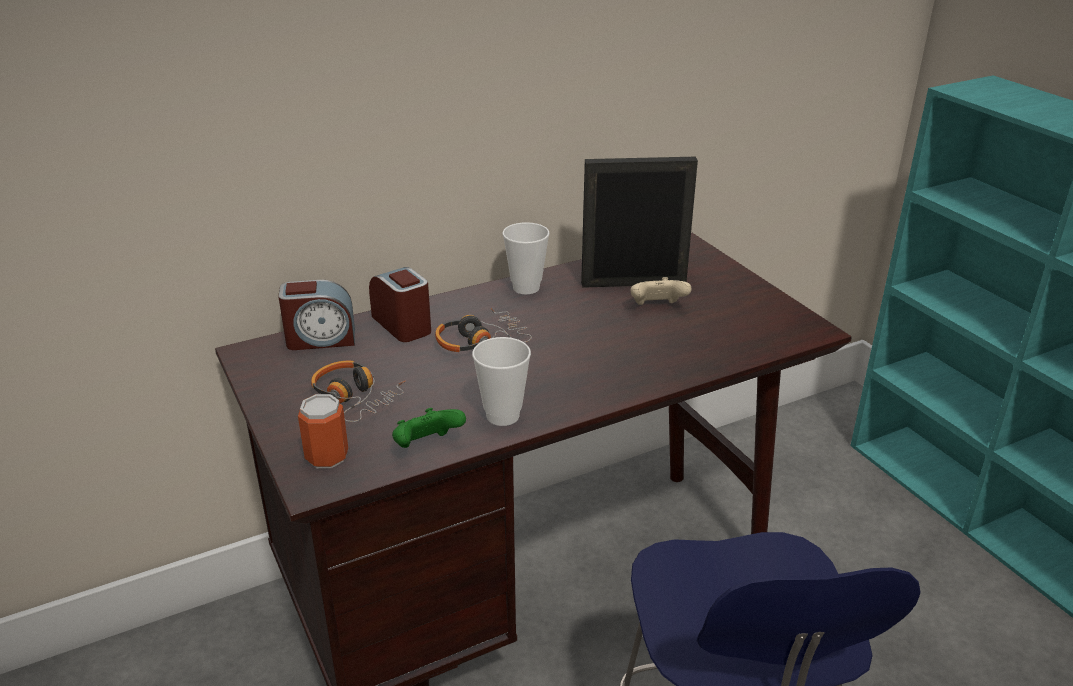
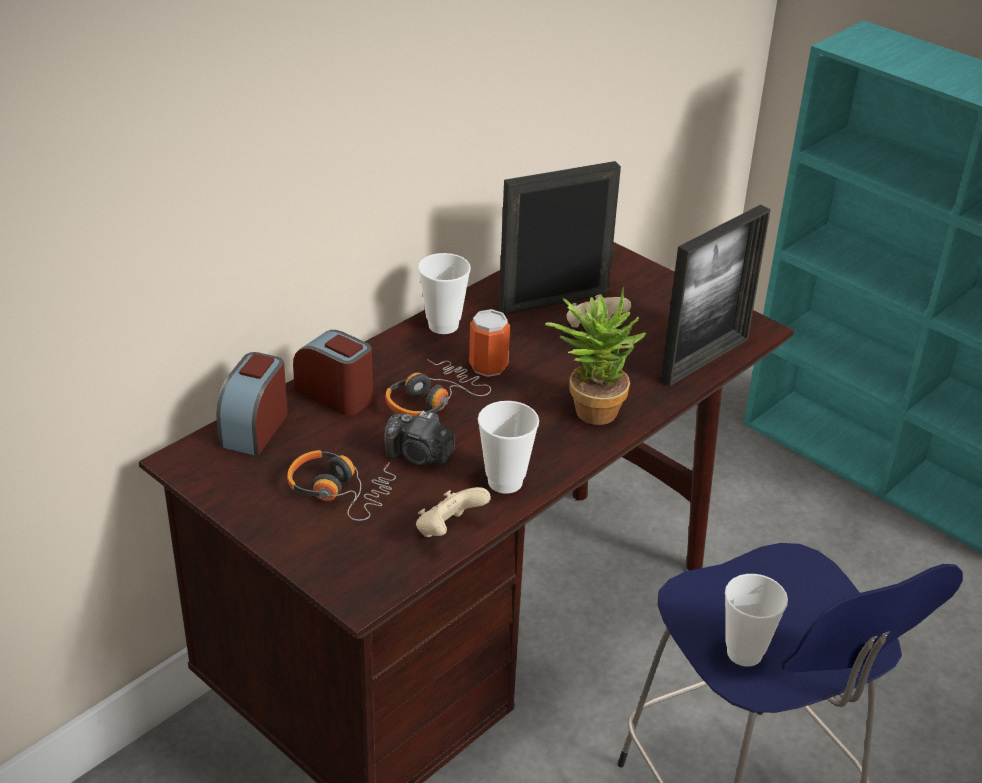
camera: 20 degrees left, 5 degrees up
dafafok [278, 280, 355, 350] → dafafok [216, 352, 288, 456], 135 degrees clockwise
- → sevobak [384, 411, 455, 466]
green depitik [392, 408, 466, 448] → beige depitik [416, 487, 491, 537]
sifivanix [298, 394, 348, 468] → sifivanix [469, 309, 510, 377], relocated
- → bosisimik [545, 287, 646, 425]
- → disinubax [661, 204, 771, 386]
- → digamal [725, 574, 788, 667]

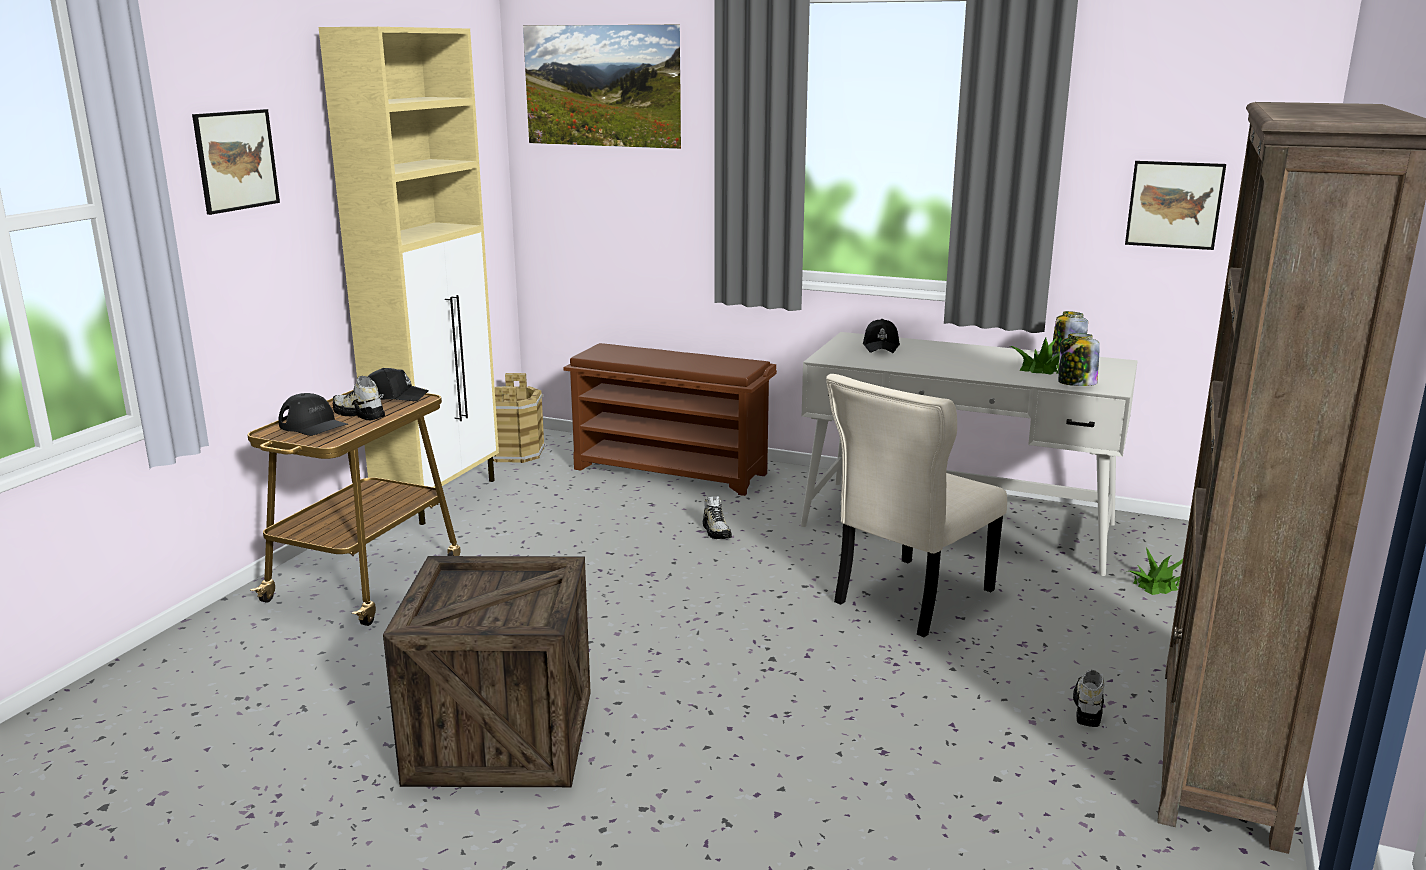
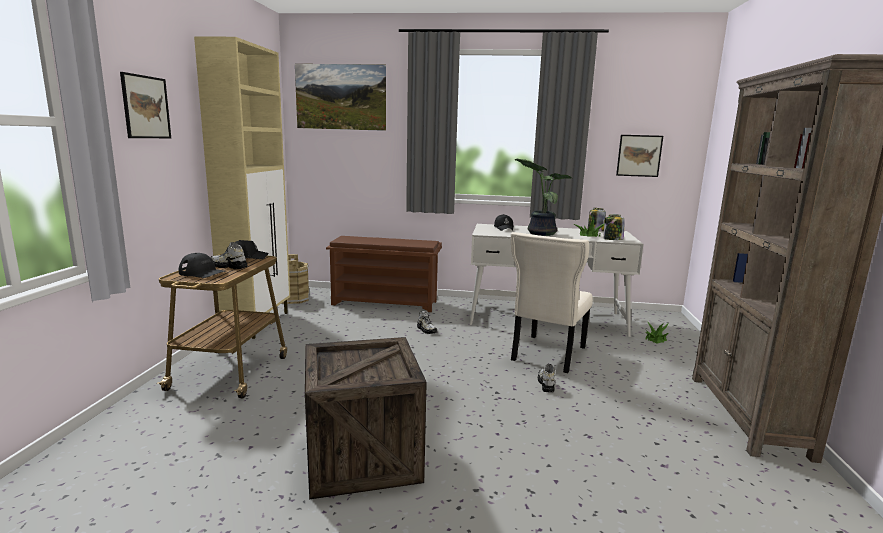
camera: 15 degrees left, 5 degrees down
- → bosisimik [514, 159, 572, 236]
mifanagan [1073, 670, 1104, 727] → mifanagan [538, 364, 555, 393], relocated

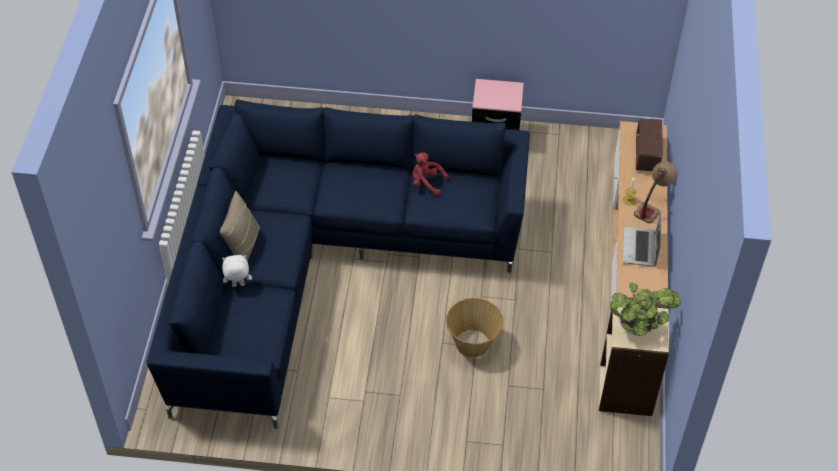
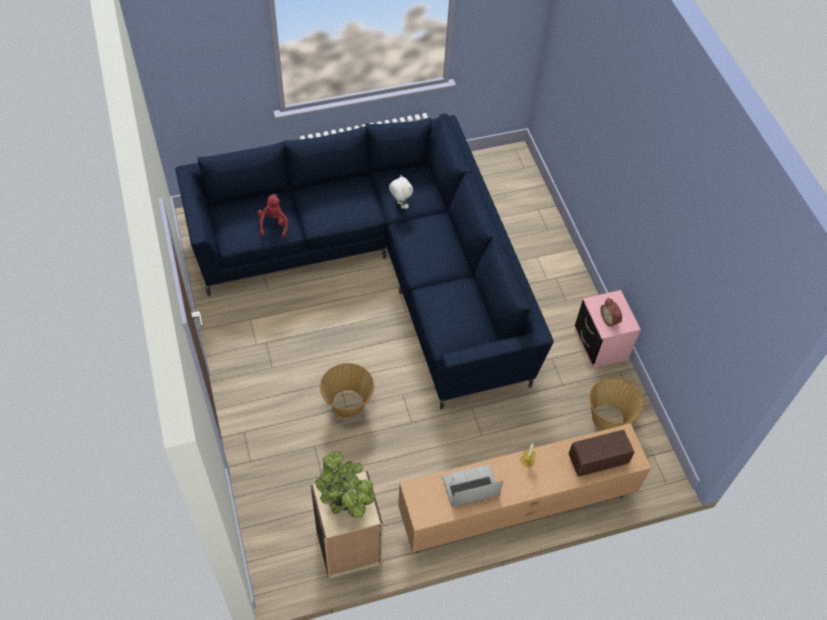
camera: 65 degrees right, 5 degrees up
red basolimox [413, 153, 449, 196] → red basolimox [257, 194, 288, 238], relocated
white basolimox [222, 255, 252, 287] → white basolimox [389, 175, 413, 209], relocated
- → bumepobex [589, 377, 643, 430]
- → dafafok [601, 298, 622, 328]
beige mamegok [220, 191, 260, 261] → -
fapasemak [634, 162, 677, 223] → -

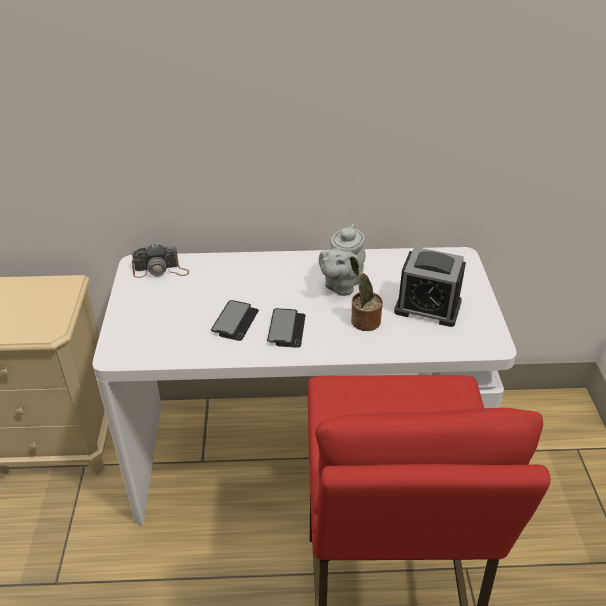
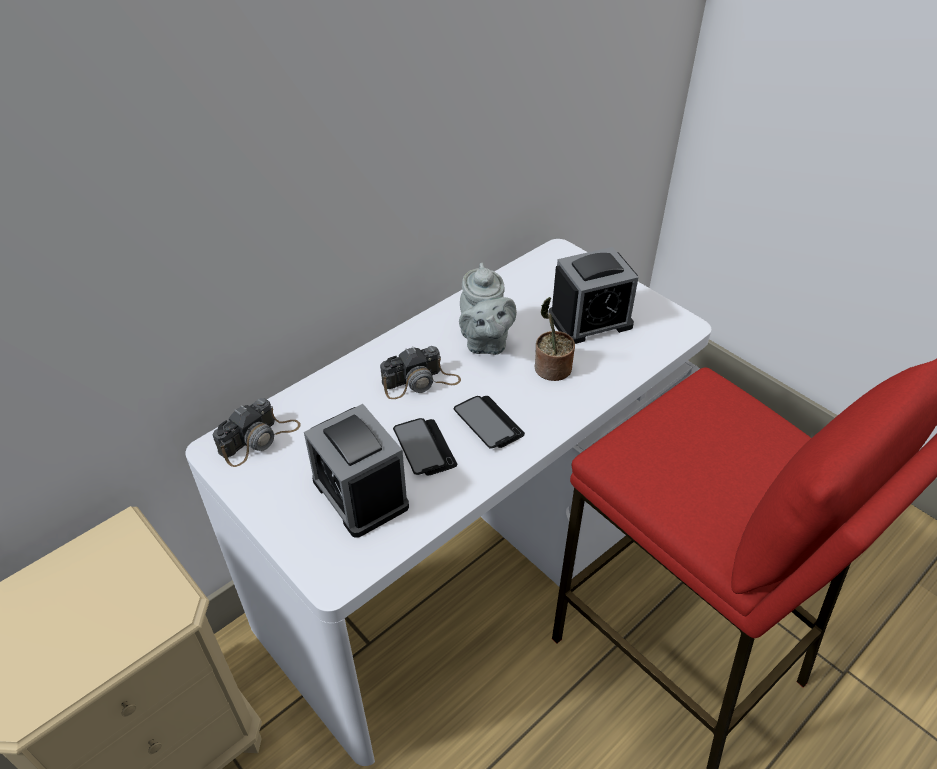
camera: 40 degrees left, 5 degrees up
- → dafafok [304, 404, 409, 538]
- → sevobak [380, 346, 461, 399]

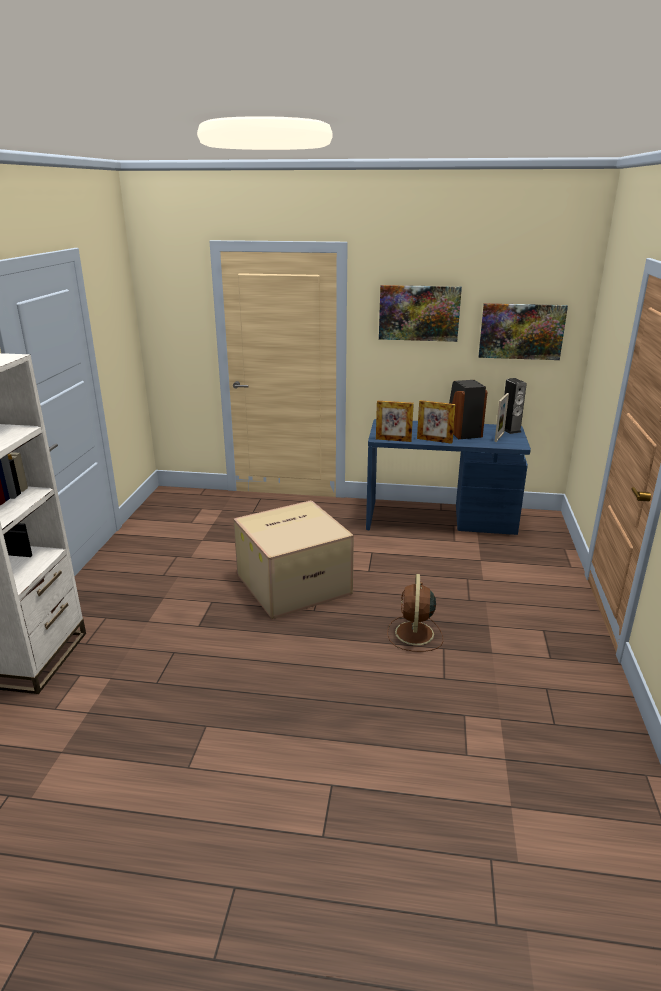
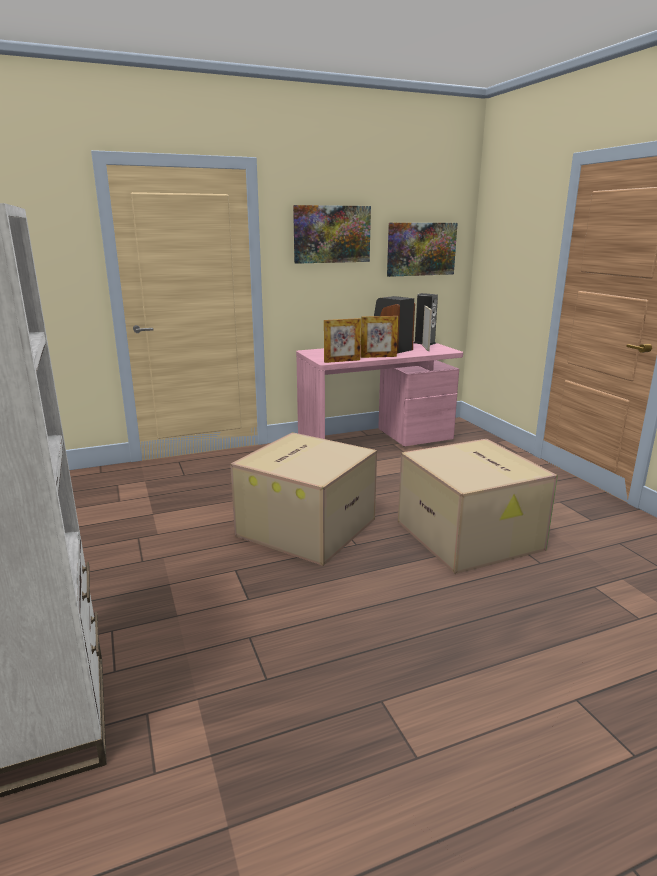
camera: 30 degrees left, 5 degrees down
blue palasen [366, 419, 531, 535] → pink palasen [296, 341, 463, 446]
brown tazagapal [387, 574, 443, 652] → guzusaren [398, 439, 558, 574]

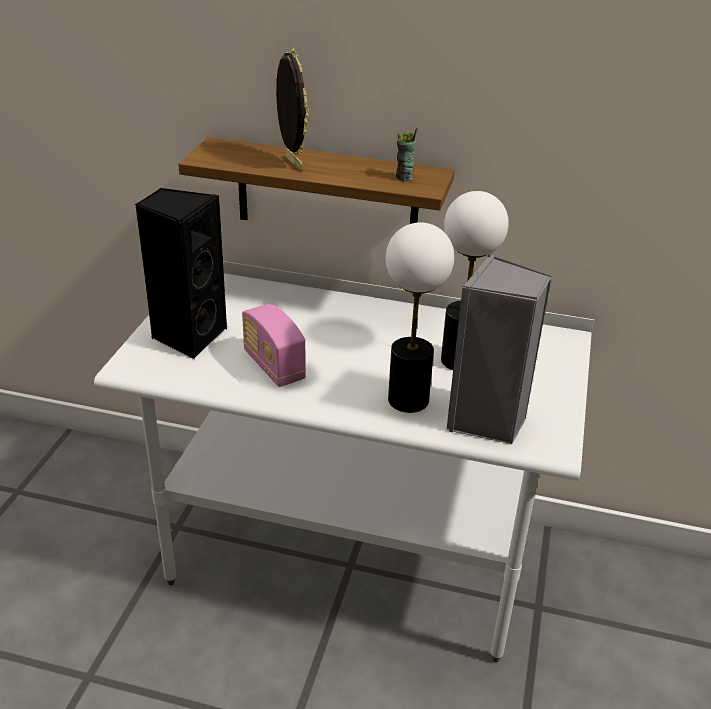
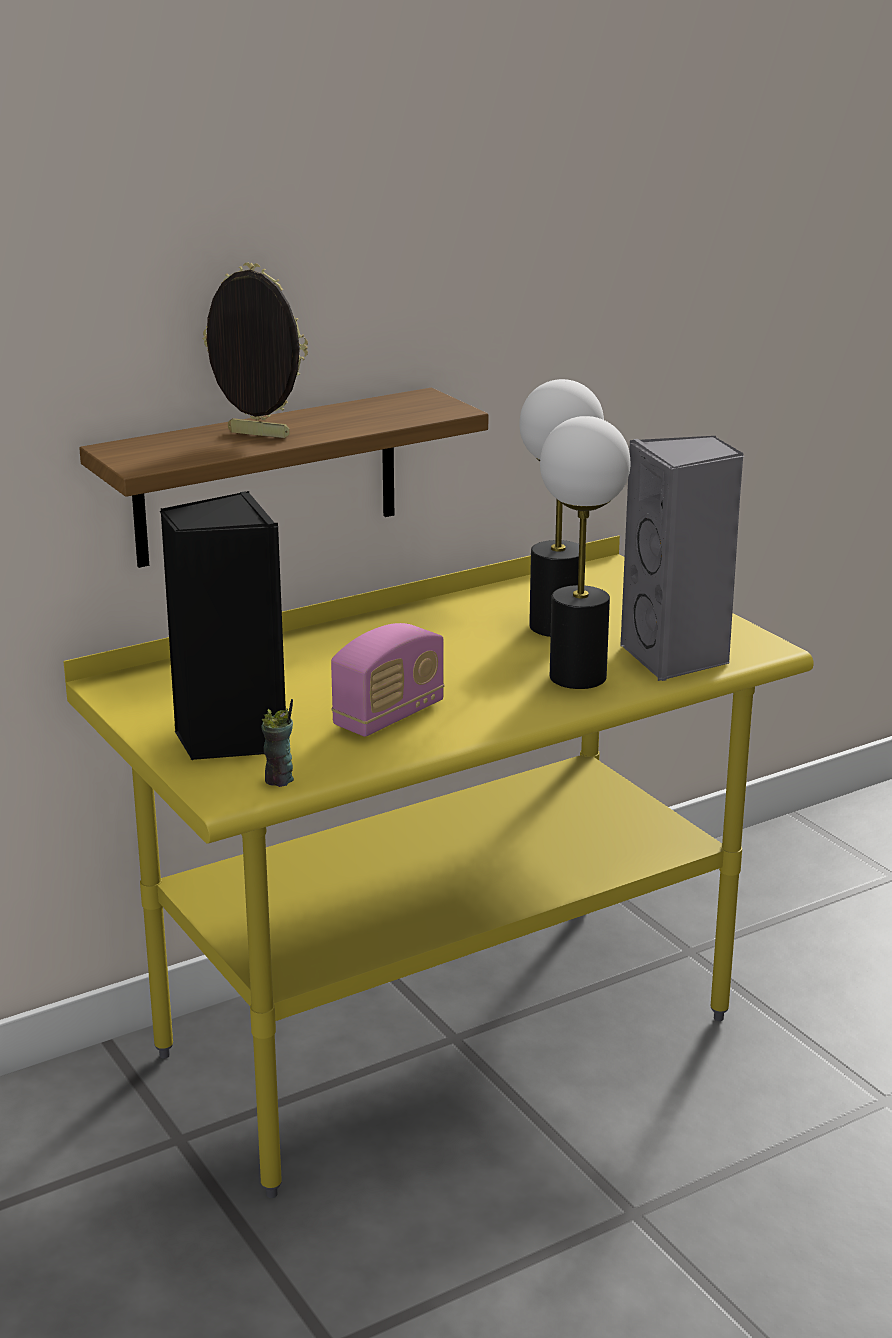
camera: 45 degrees left, 10 degrees down
white palasen [94, 261, 594, 662] → yellow palasen [63, 536, 814, 1198]
digamal [396, 128, 418, 181] → digamal [261, 699, 294, 787], relocated
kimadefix [242, 304, 306, 387] → kimadefix [331, 623, 444, 737], 60 degrees counterclockwise

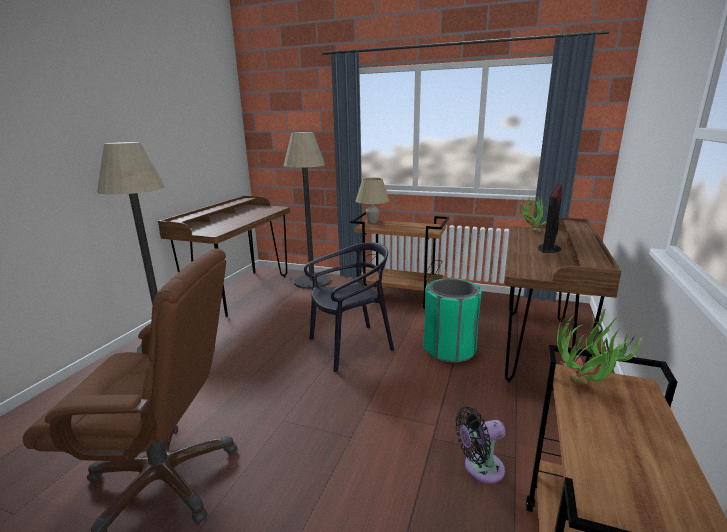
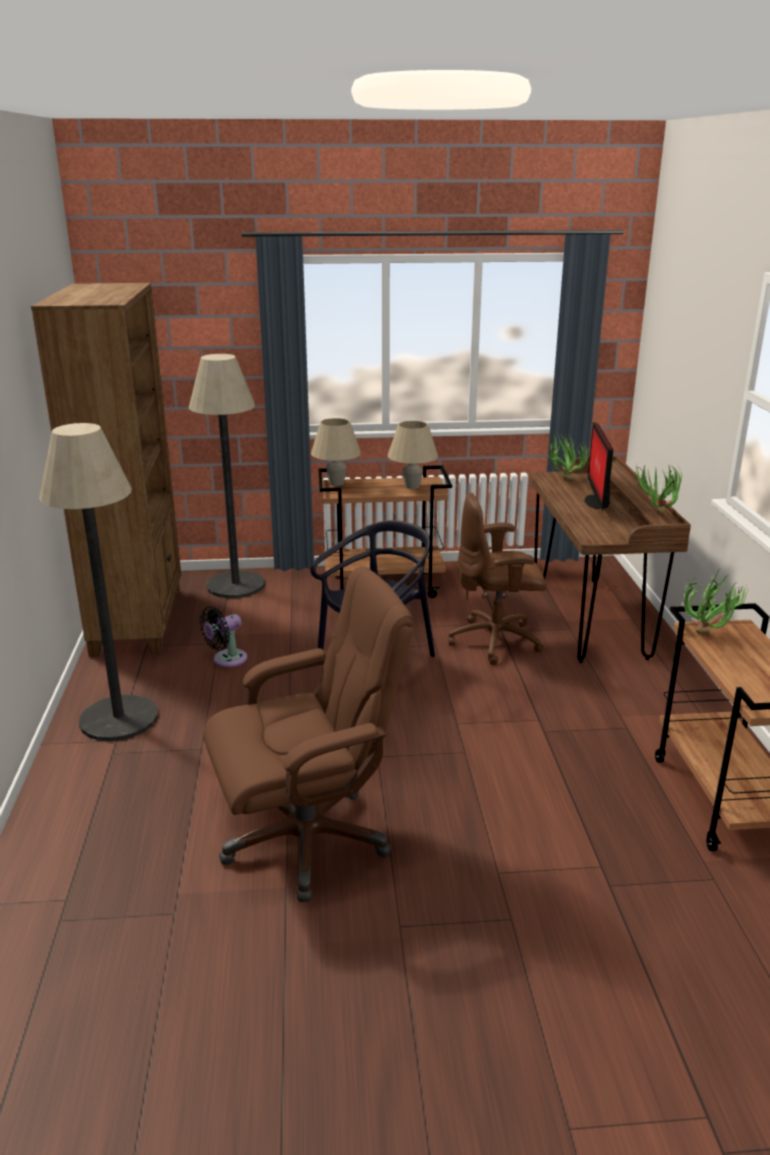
camera: 25 degrees left, 5 degrees up
brown palasen [158, 195, 290, 317] → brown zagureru [31, 283, 181, 657]
black tazagapal [455, 406, 505, 484] → black tazagapal [200, 606, 247, 667], relocated
- → beige fapasemak [388, 421, 438, 489]
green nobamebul [423, 278, 482, 363] → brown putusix [448, 492, 546, 665]
- → bosisimik [635, 464, 682, 514]

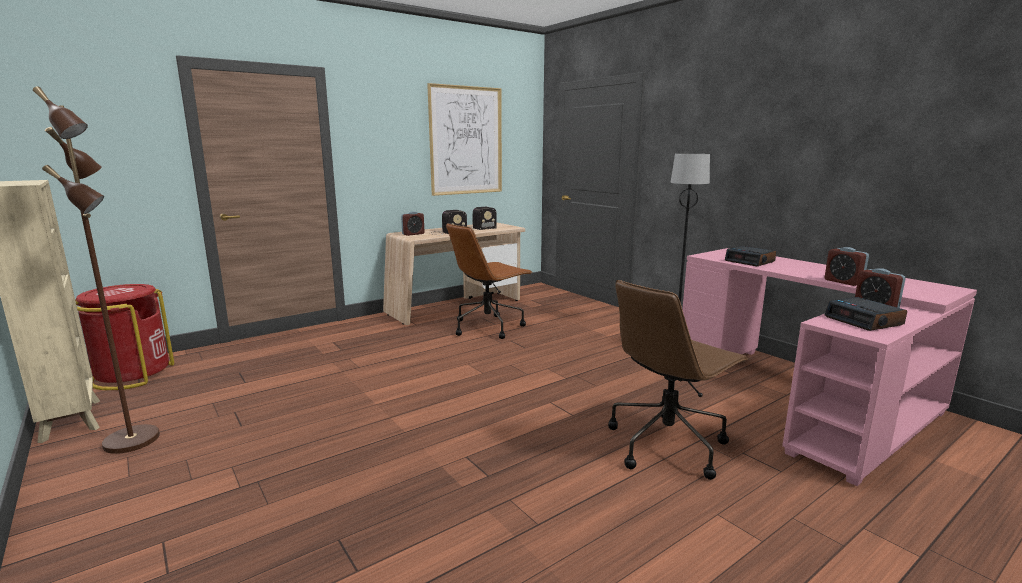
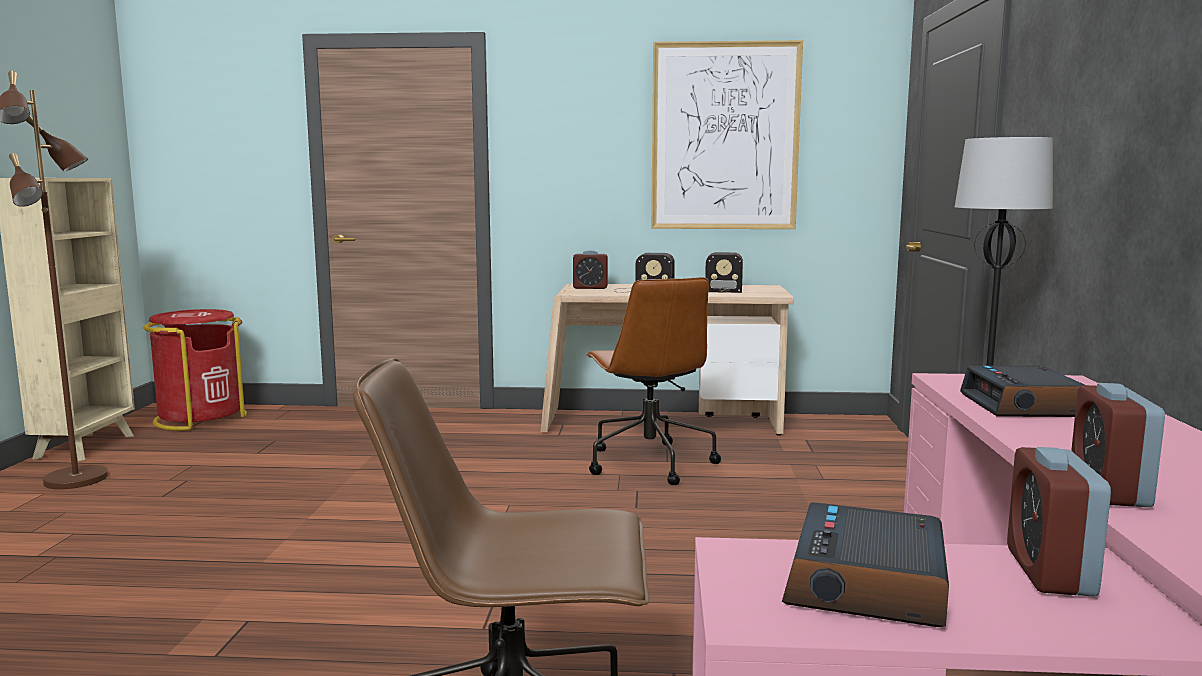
camera: 40 degrees right, 5 degrees down
brown putusix [446, 223, 533, 339] → brown putusix [586, 277, 721, 485], 105 degrees counterclockwise

